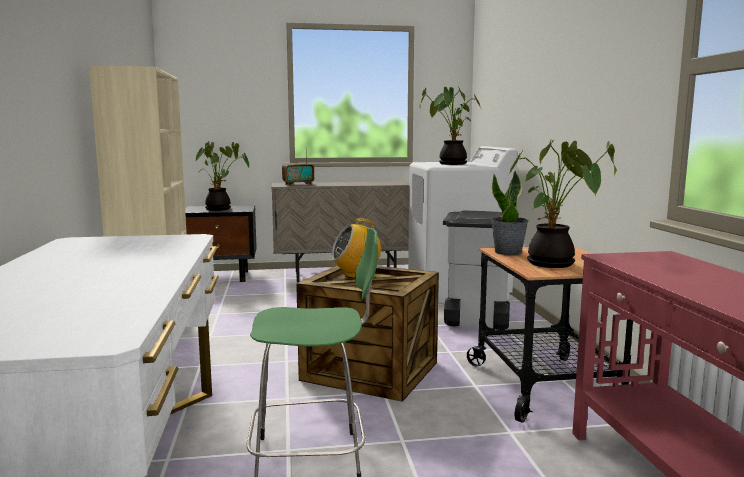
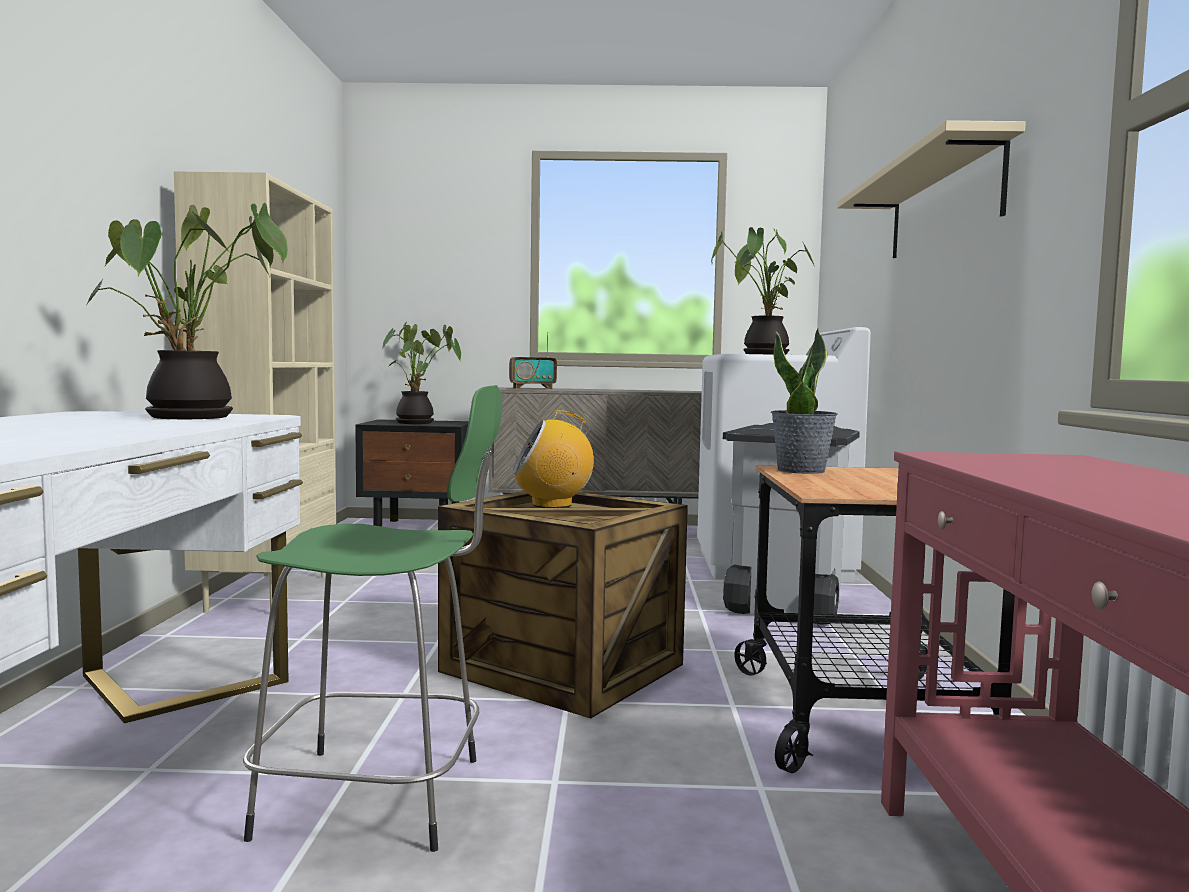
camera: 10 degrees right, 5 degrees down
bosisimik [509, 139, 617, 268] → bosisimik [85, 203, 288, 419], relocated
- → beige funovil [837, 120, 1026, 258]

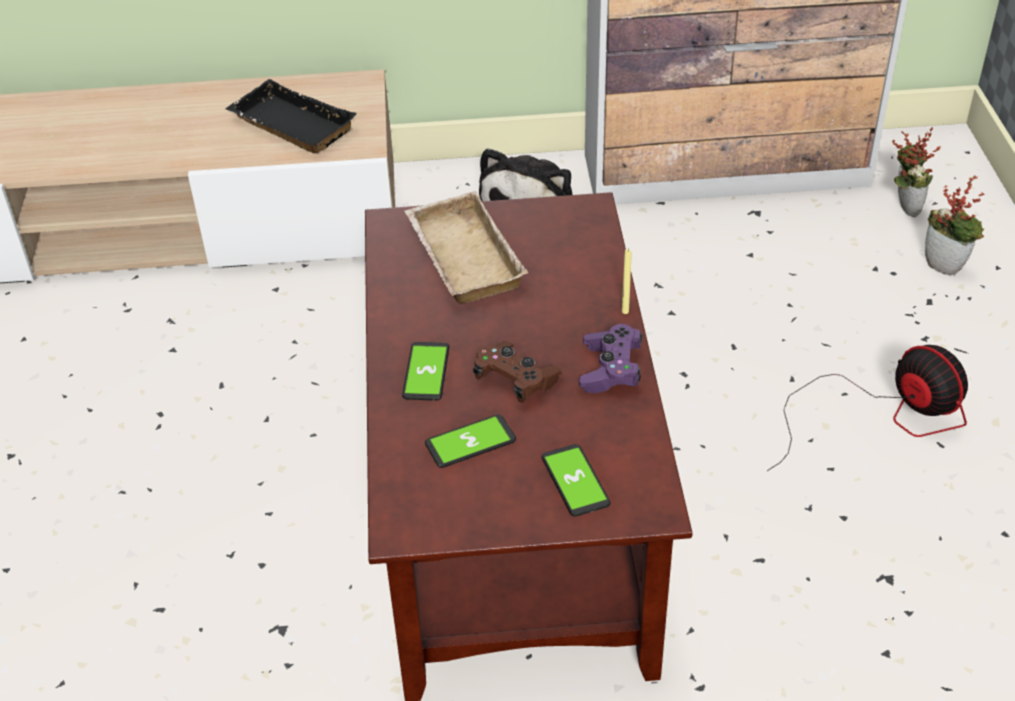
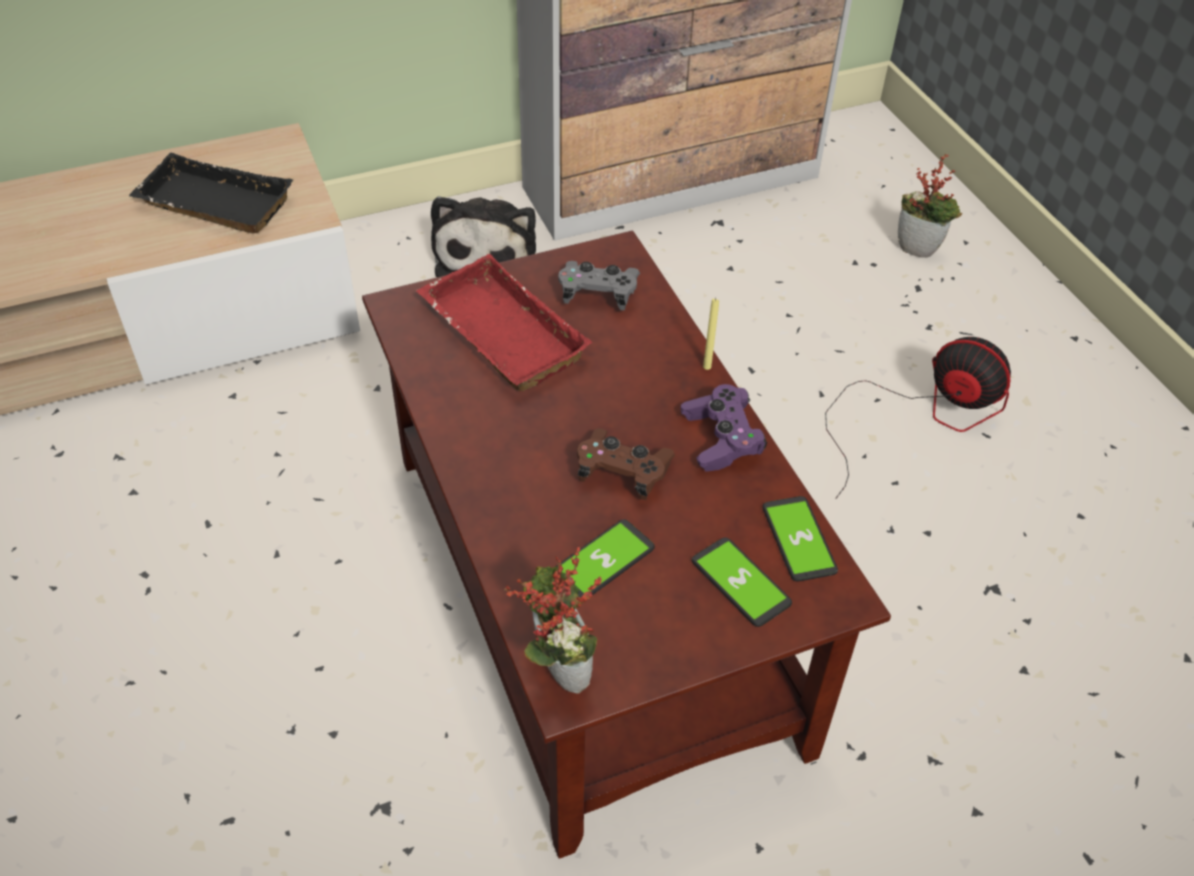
camera: 20 degrees left, 5 degrees up
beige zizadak [404, 191, 528, 304] → red zizadak [416, 254, 592, 391]
bosisimik [892, 127, 941, 217] → bosisimik [504, 547, 602, 694], relocated
- → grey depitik [558, 261, 640, 310]
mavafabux [402, 342, 449, 401] → mavafabux [762, 496, 838, 582], relocated

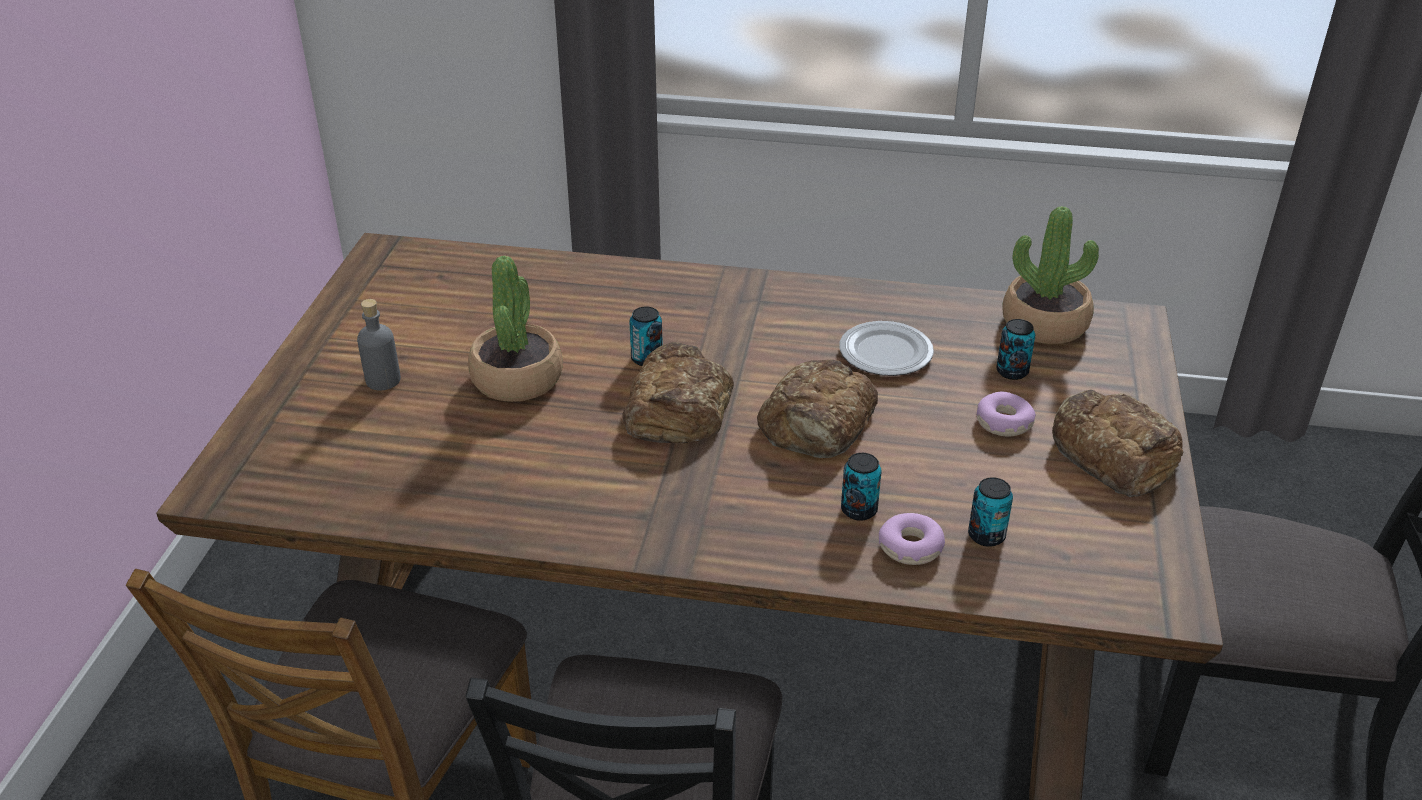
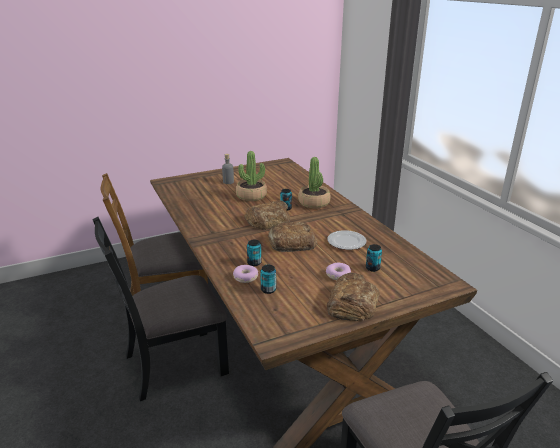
camera: 55 degrees right, 10 degrees down
bosisimik [1002, 206, 1099, 344] → bosisimik [298, 157, 331, 209], relocated

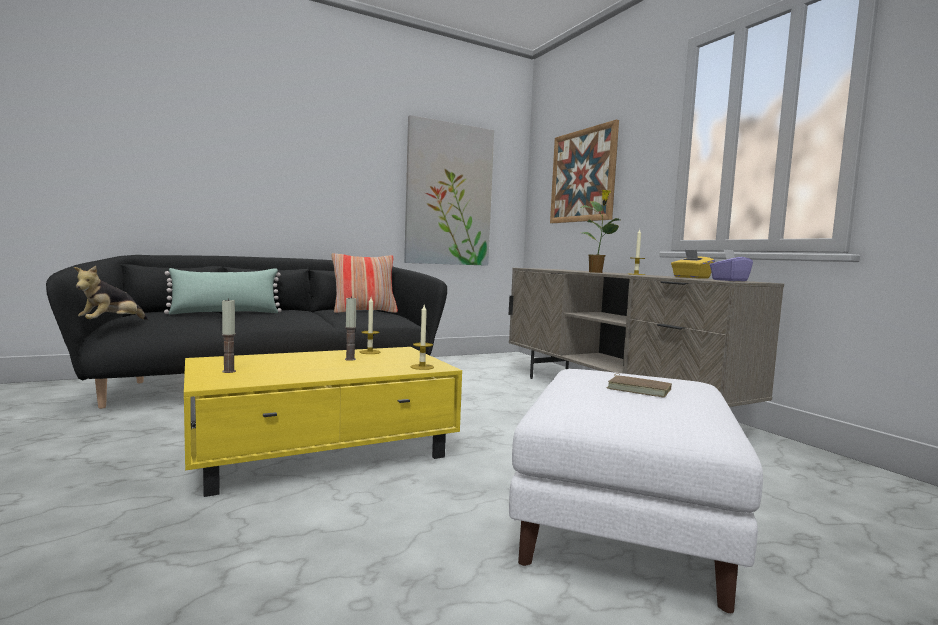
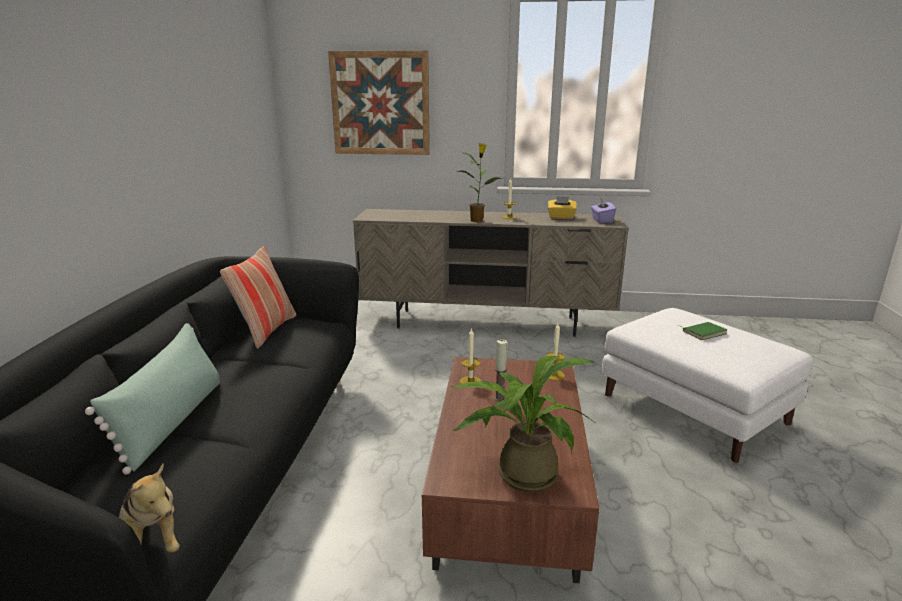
camera: 55 degrees left, 15 degrees up
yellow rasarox [184, 347, 462, 497] → brown rasarox [422, 357, 599, 583]
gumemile [222, 298, 236, 373] → bosisimik [450, 356, 597, 492]
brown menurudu [607, 374, 672, 397] → green menurudu [677, 322, 727, 340]
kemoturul [404, 115, 494, 266] → -

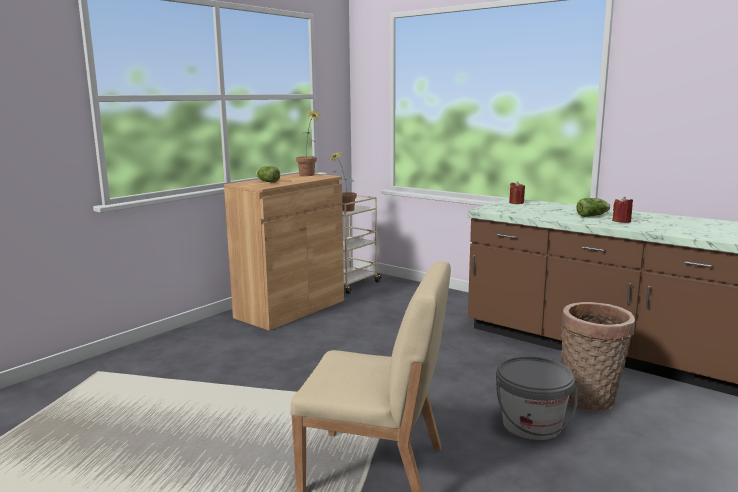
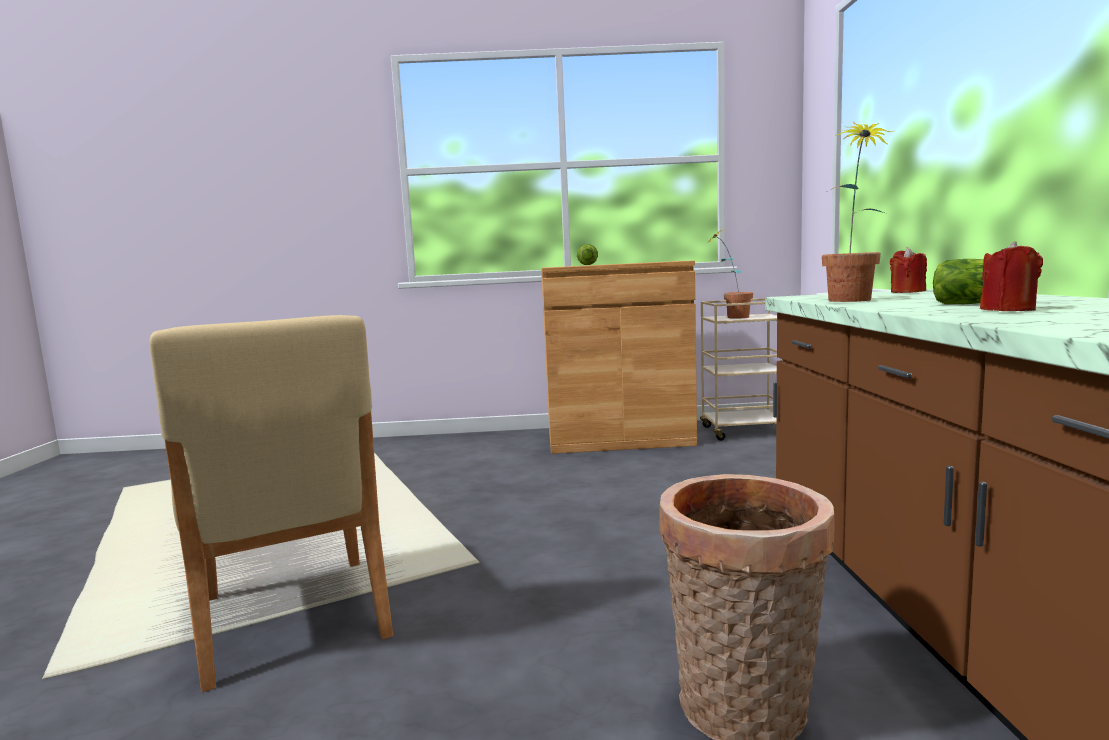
camera: 50 degrees right, 5 degrees down
bosisimik [296, 110, 322, 176] → bosisimik [822, 122, 893, 302], relocated
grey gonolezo [496, 356, 578, 440] → -

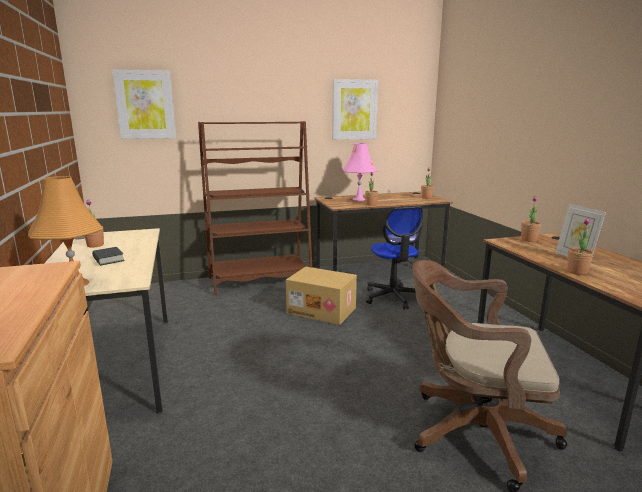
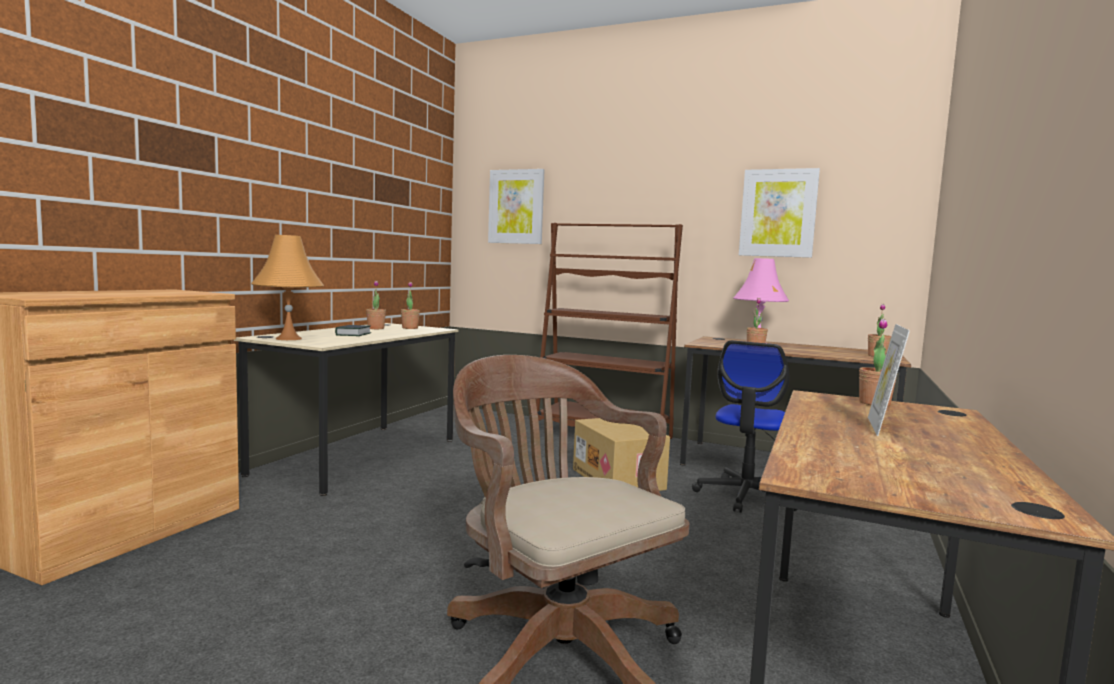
camera: 40 degrees right, 10 degrees down
bosisimik [567, 218, 594, 275] → bosisimik [401, 282, 420, 329], relocated

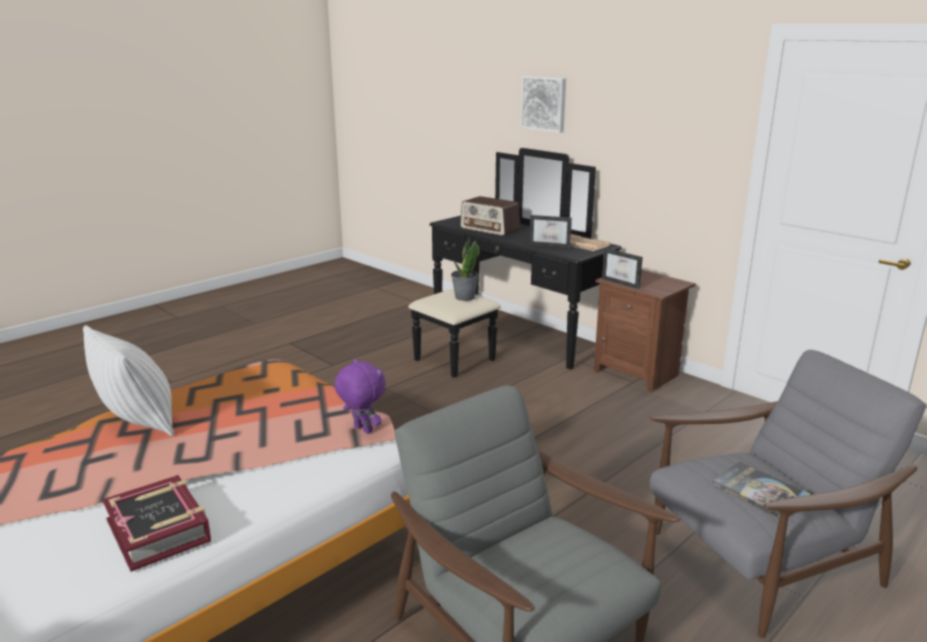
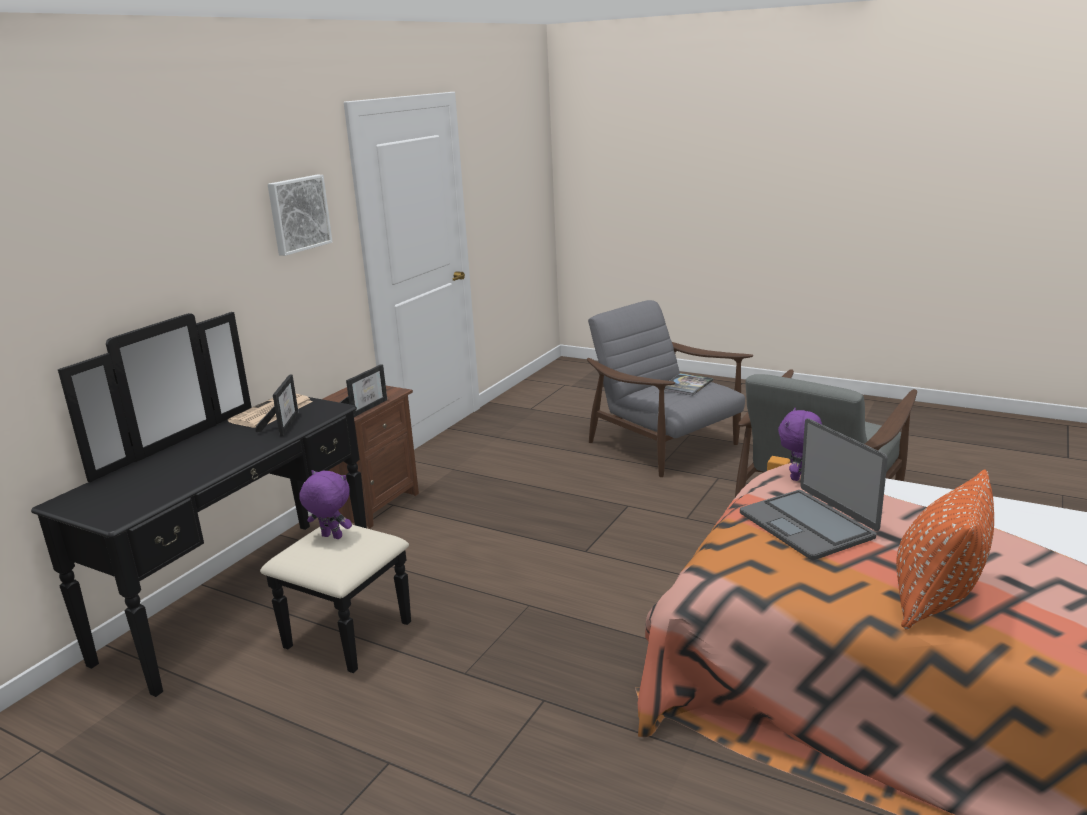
camera: 105 degrees left, 0 degrees up
kemoturul [521, 76, 566, 133] → kemoturul [268, 175, 333, 256], relocated
bosisimik [451, 238, 479, 301] → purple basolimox [299, 470, 352, 539]
- → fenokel [740, 418, 888, 560]
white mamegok [83, 325, 175, 436] → orange mamegok [896, 470, 994, 630]
menurudu [102, 475, 211, 572] → -
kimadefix [460, 196, 520, 236] → -

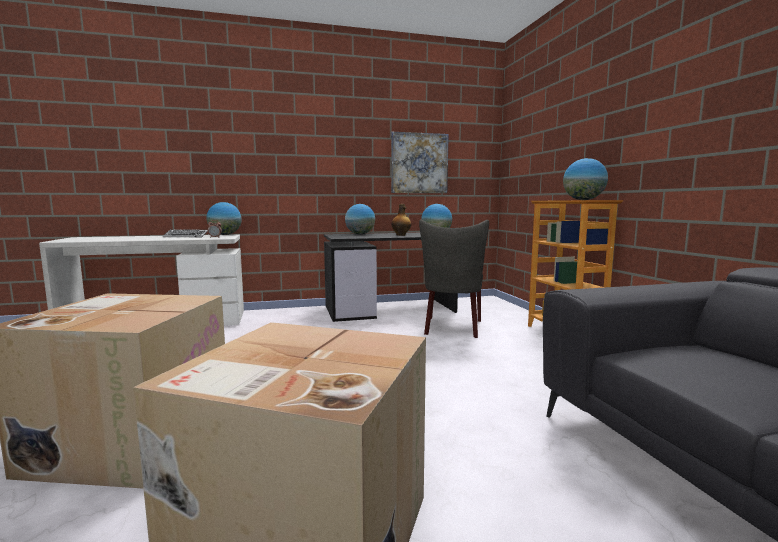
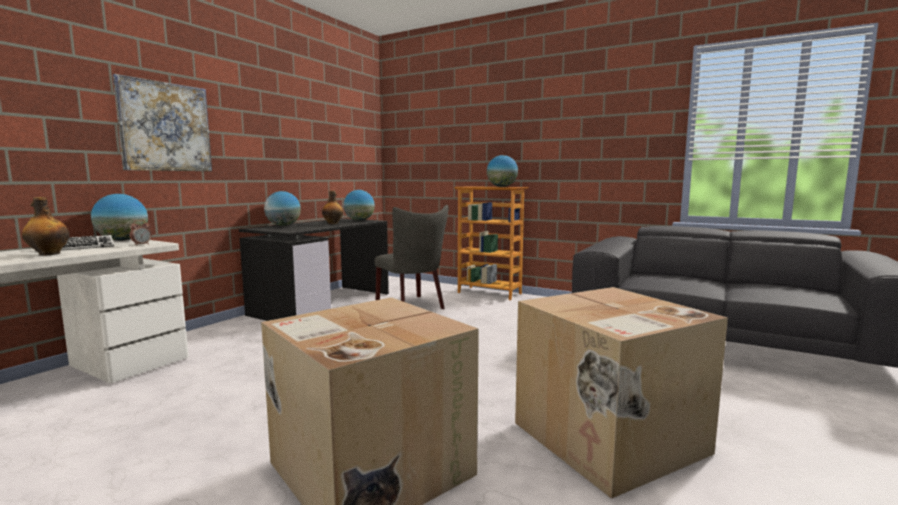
camera: 45 degrees left, 0 degrees up
- → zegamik [22, 197, 69, 255]
kemoturul [391, 132, 449, 193] → kemoturul [113, 74, 212, 171], relocated

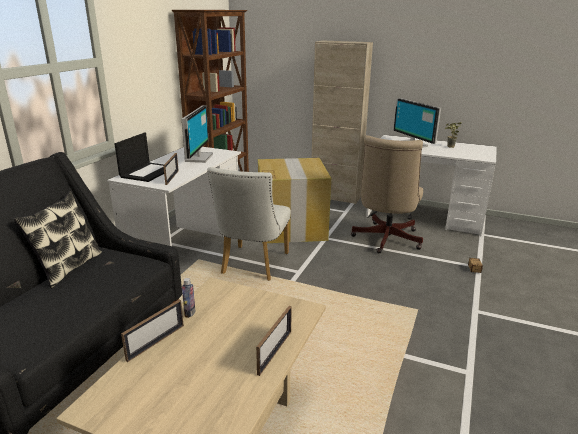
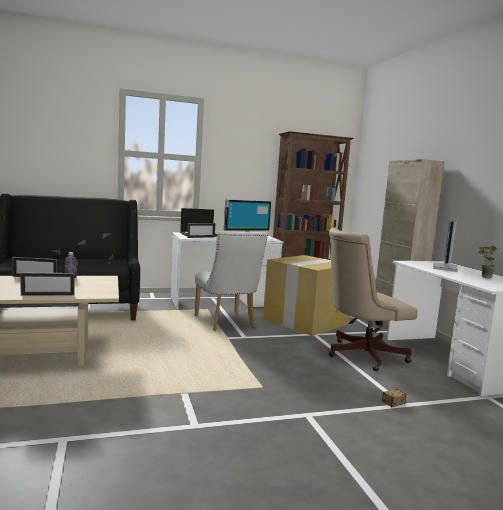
camera: 50 degrees right, 15 degrees down
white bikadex [207, 167, 291, 281] → white bikadex [195, 231, 268, 331], 90 degrees counterclockwise
mamegok [14, 191, 102, 288] → -

